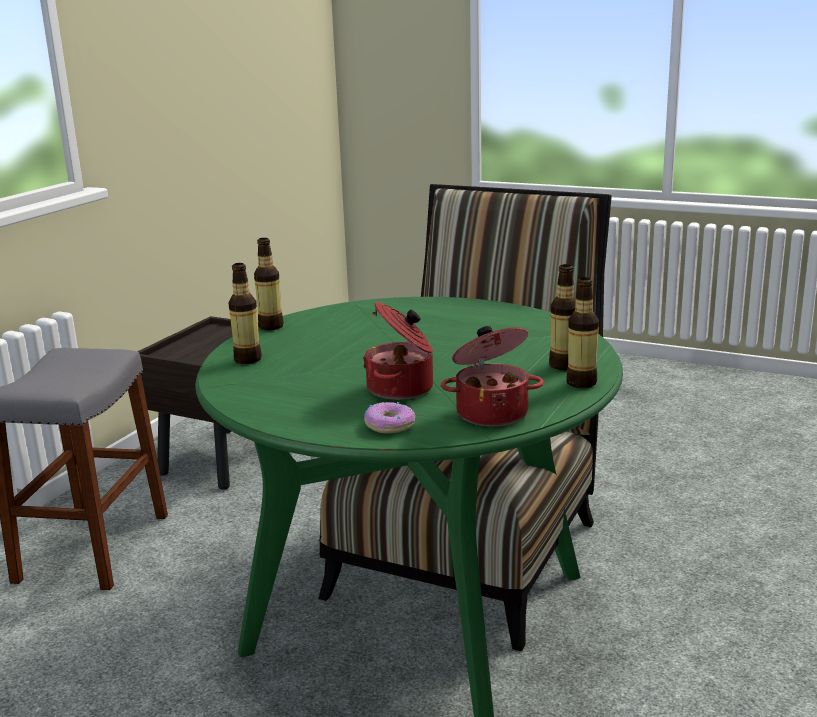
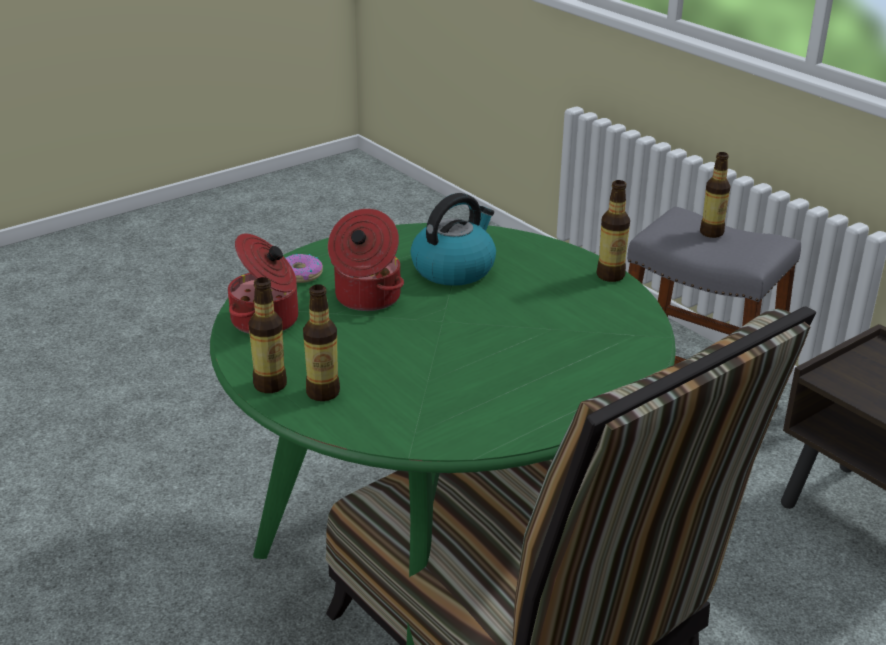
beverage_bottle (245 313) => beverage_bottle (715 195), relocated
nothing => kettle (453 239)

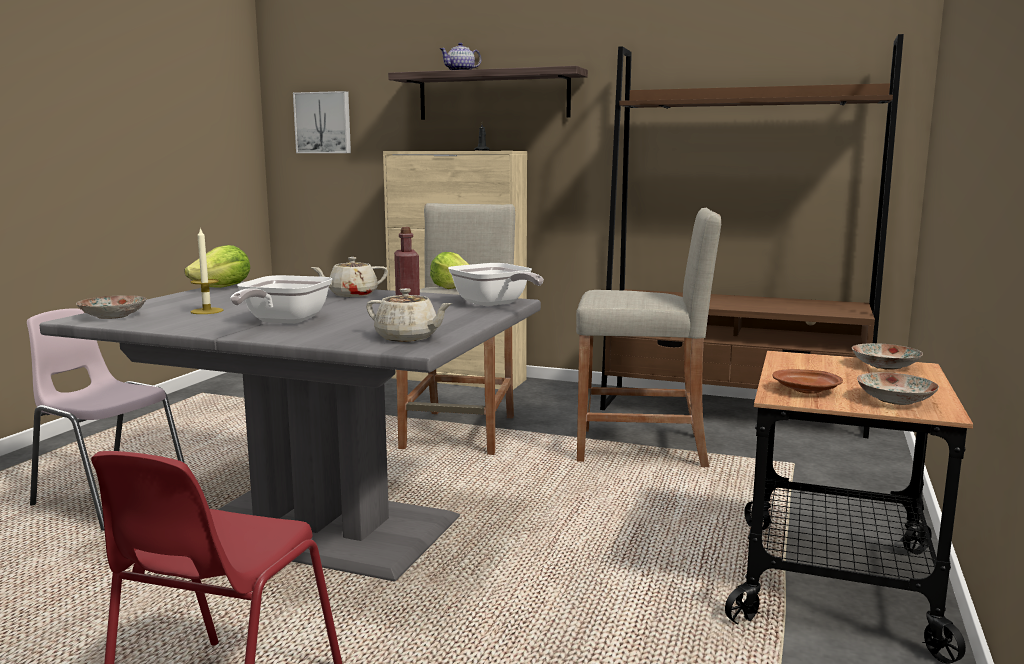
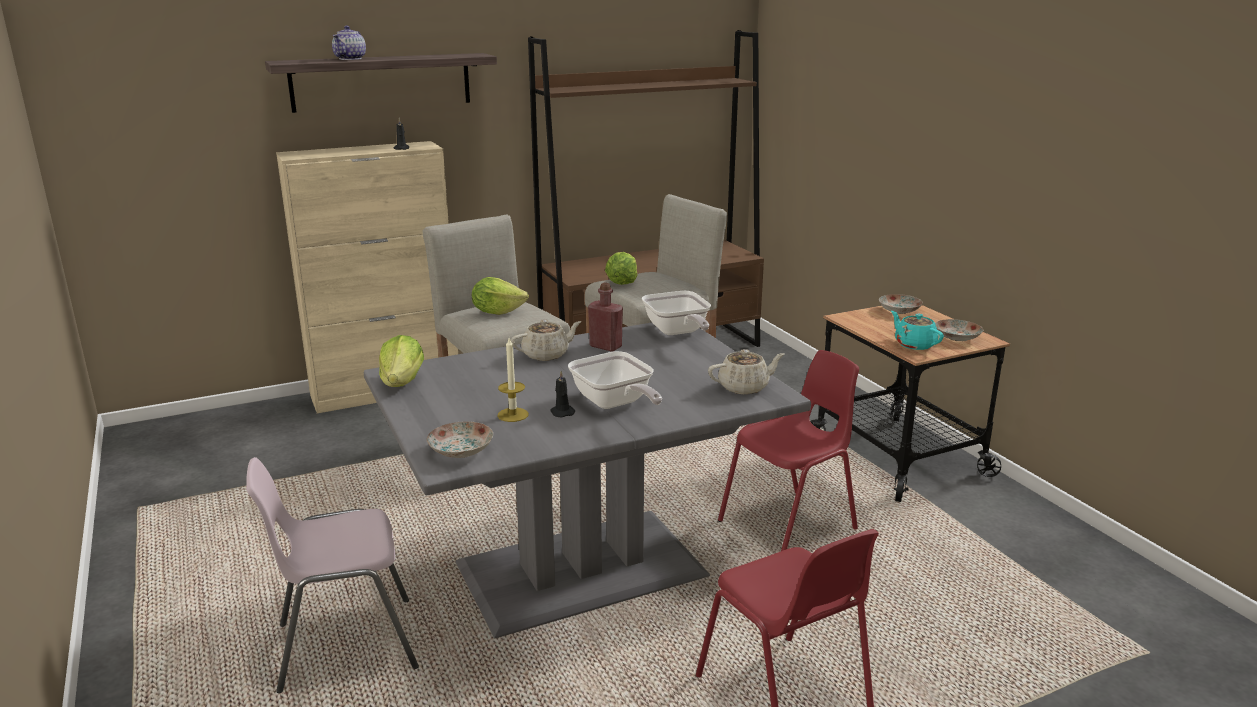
picture (322 122) => nothing
beige-coloured_pot_for_tea (349 277) => beige-coloured_pot_for_tea (546 340), 135 degrees counterclockwise
pan (496 284) => pan (676 313), 60 degrees clockwise
brownish_dinner_plate (807 381) => turquoise_pot_for_tea (917 330)
nothing => head_of_lettuce (621 268)
nothing => red_chair (788 450)
nothing => black-coloured_wax_light (563 394)

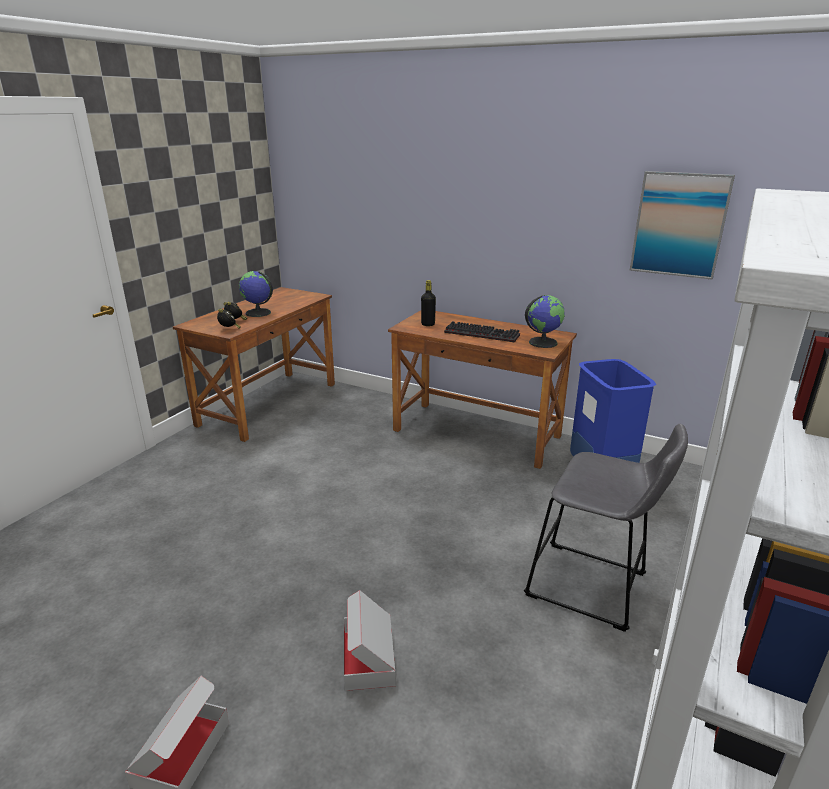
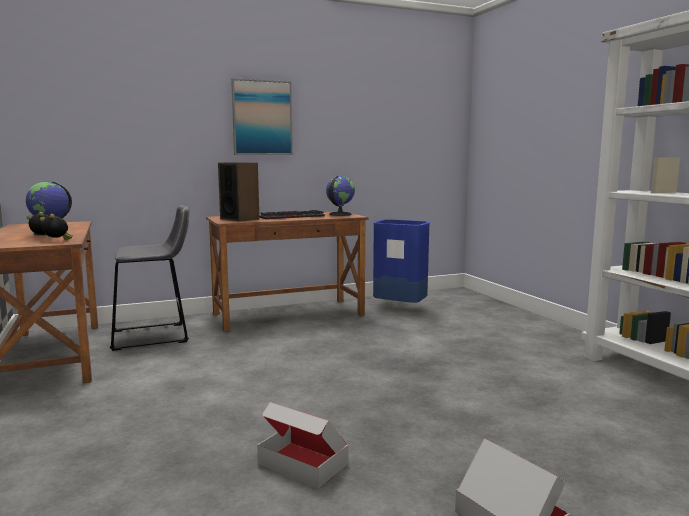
picture (682 225) => picture (262 116), relocated
black-coloured_beverage_bottle (428 303) => audio_speaker (238 192)
gray_stool_seat (606 528) => gray_stool_seat (149 278), relocated
packing_box (370 640) => packing_box (303 445), relocated

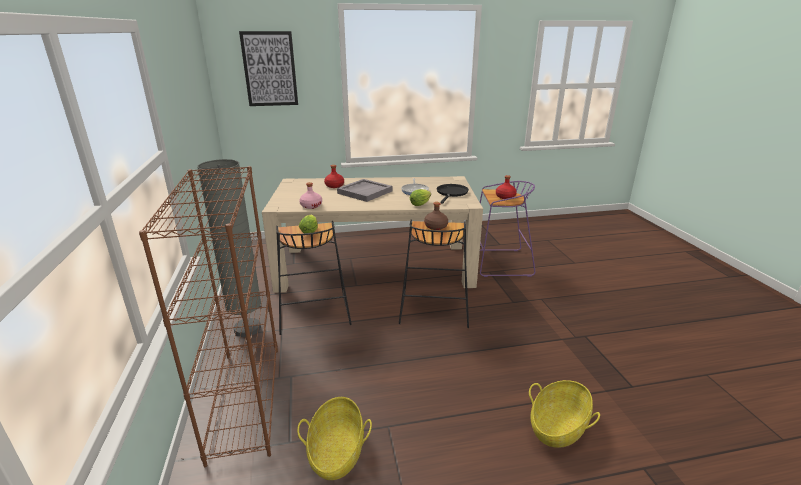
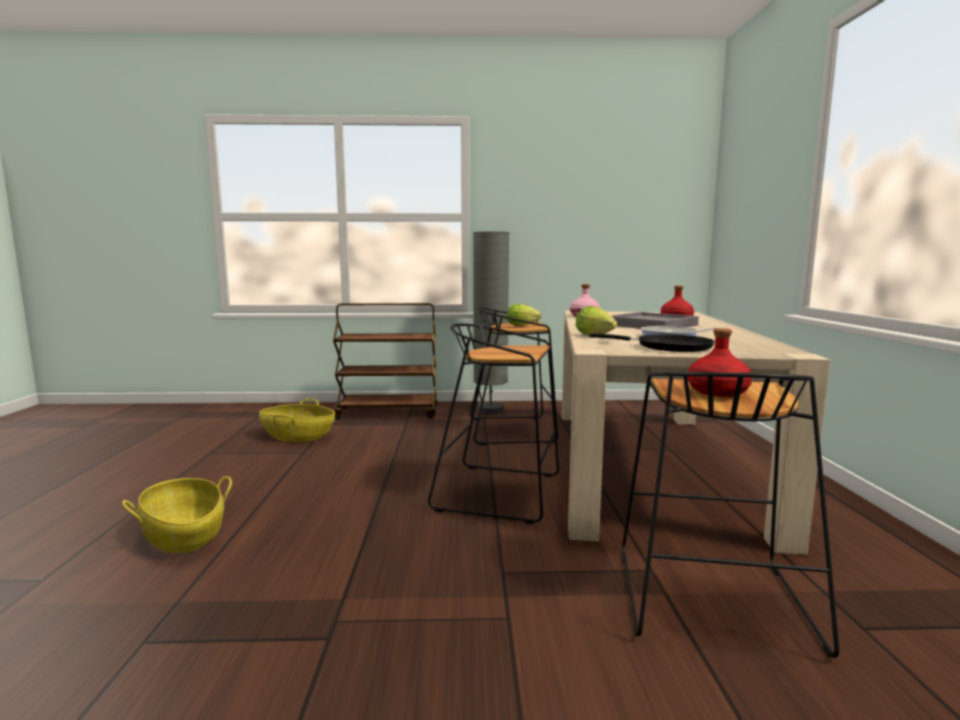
picture (268 68) => nothing
brownish_shelving_unit (208 316) => brownish_cart (385 361)
purple-coloured_stool_seat (508 229) => black-coloured_stool_seat (730 515)
brownish_beverage_bottle (436 216) => nothing

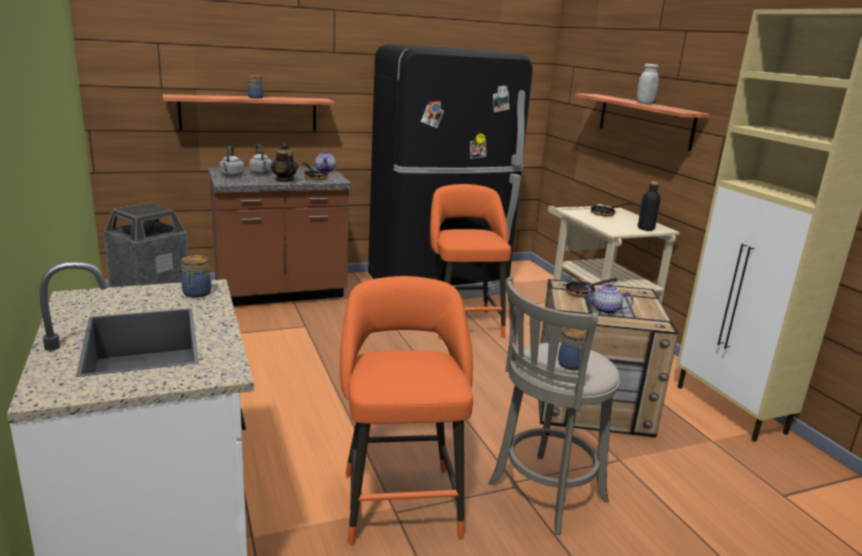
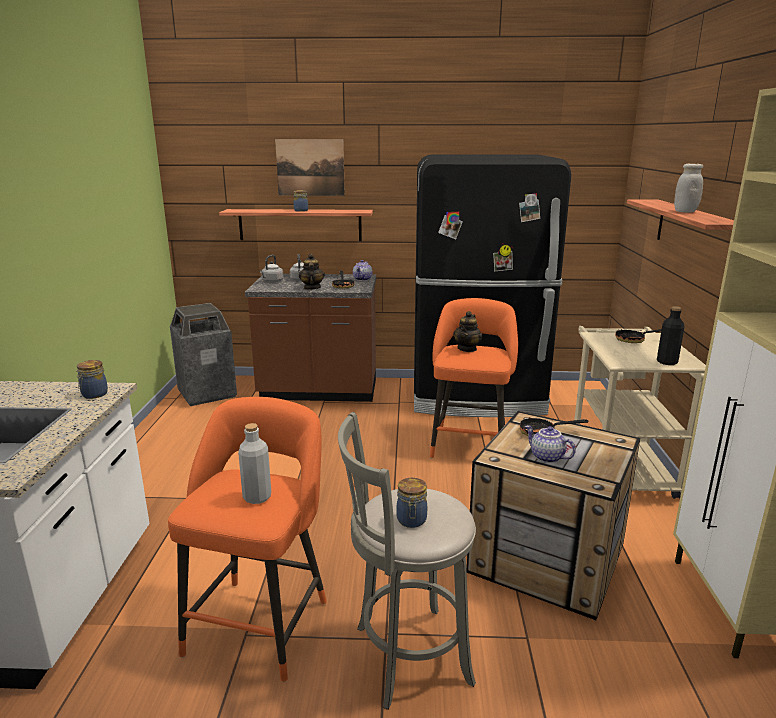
nothing => picture (310 167)
nothing => pot_for_tea (467 331)
nothing => gray_beverage_bottle (254 463)

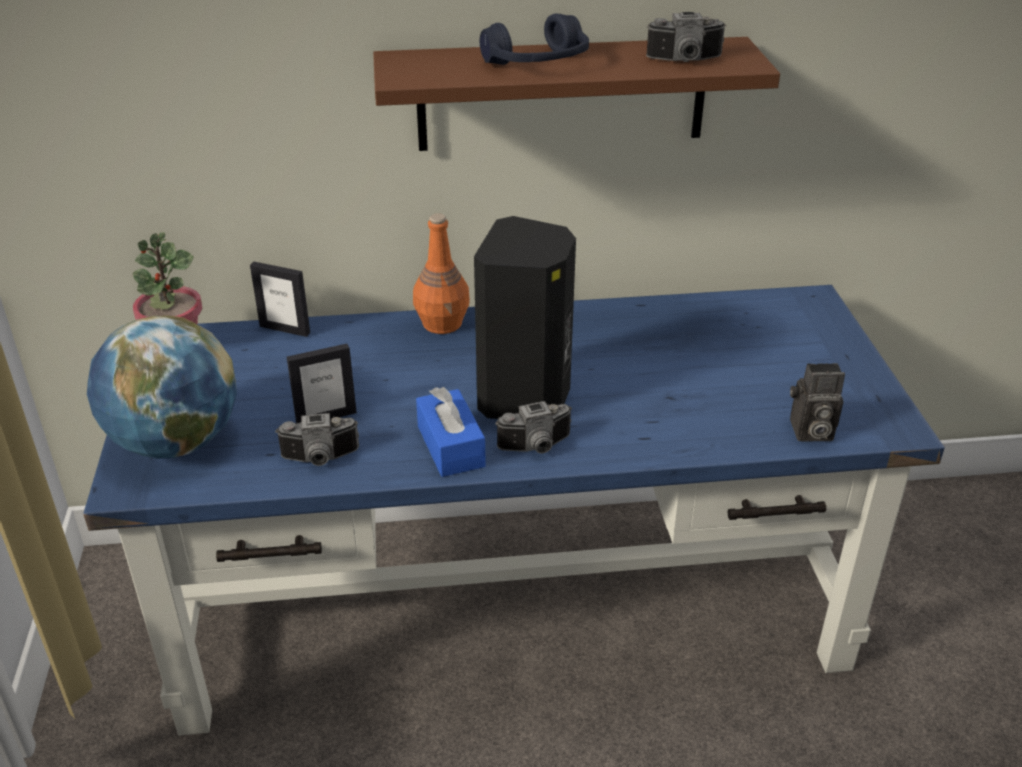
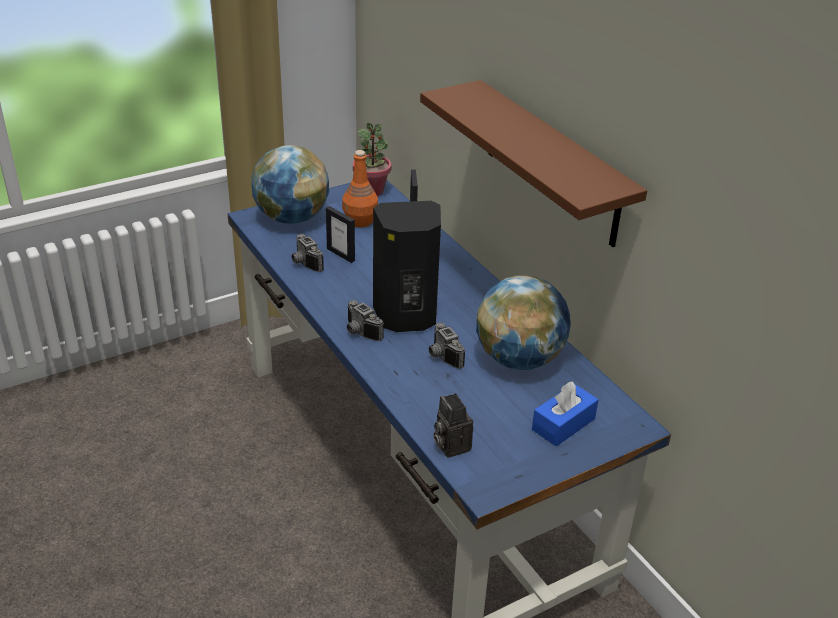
still_camera (686 37) => still_camera (447 346), relocated
blue-coloured_headset (534 39) => nothing
orangey_beverage_bottle (441 273) => orangey_beverage_bottle (360 188), relocated
blue-coloured_tissue_box (451 432) => blue-coloured_tissue_box (565 414), relocated
nothing => desk_globe (523 322)

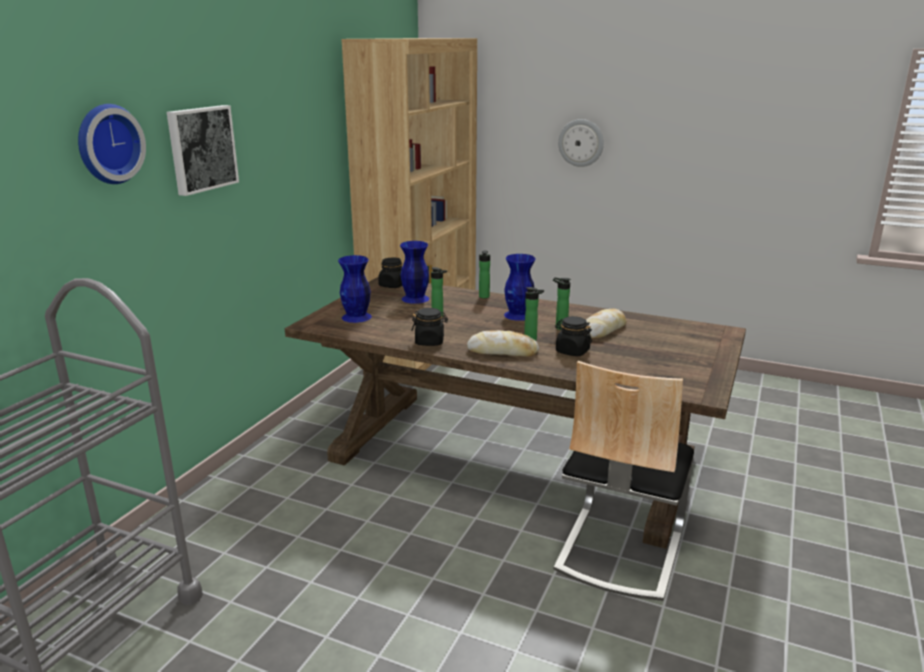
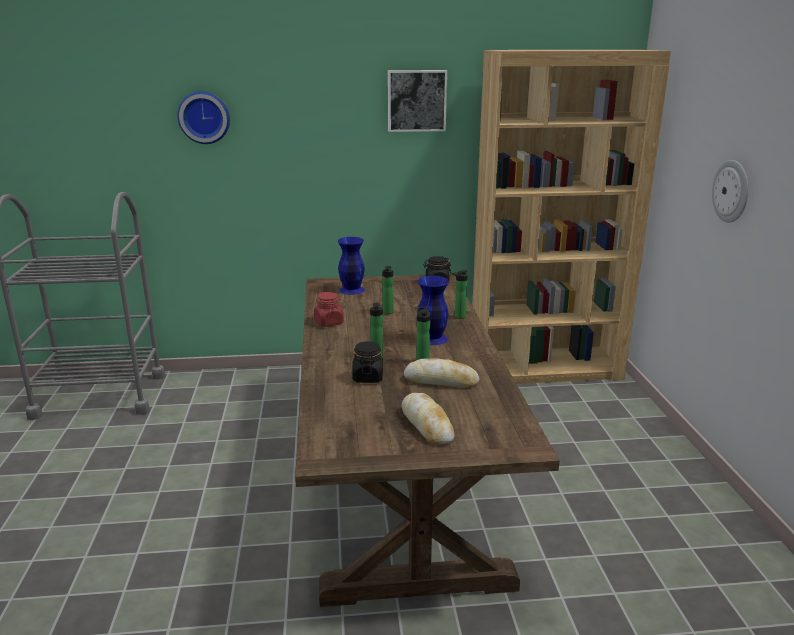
picture (203 150) => picture (417 101), relocated
blue-coloured_decorative_vase (414 272) => nothing
black-coloured_jar (429 327) => red_jar (329 309)
baked_bread (503 343) => baked_bread (428 419), relocated
chair (623 481) => nothing

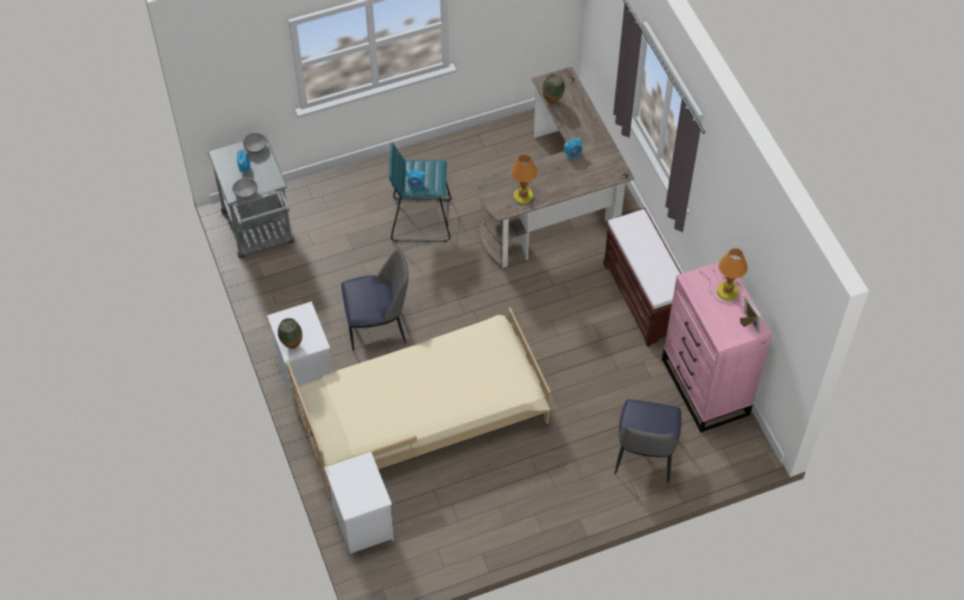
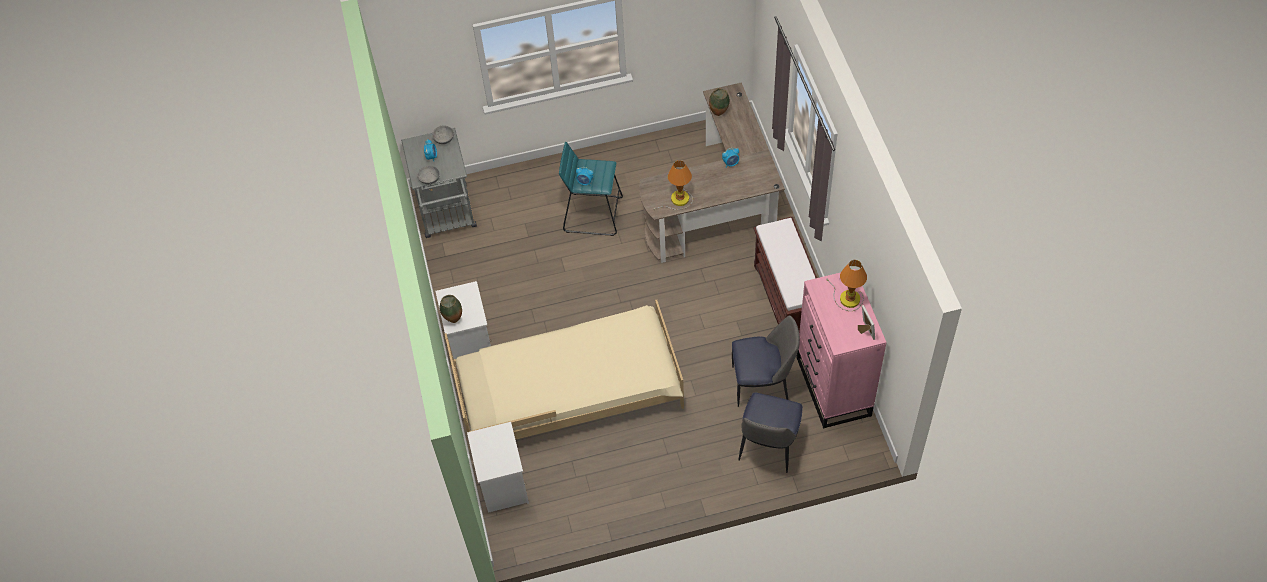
chair (375 300) => chair (766 361), relocated

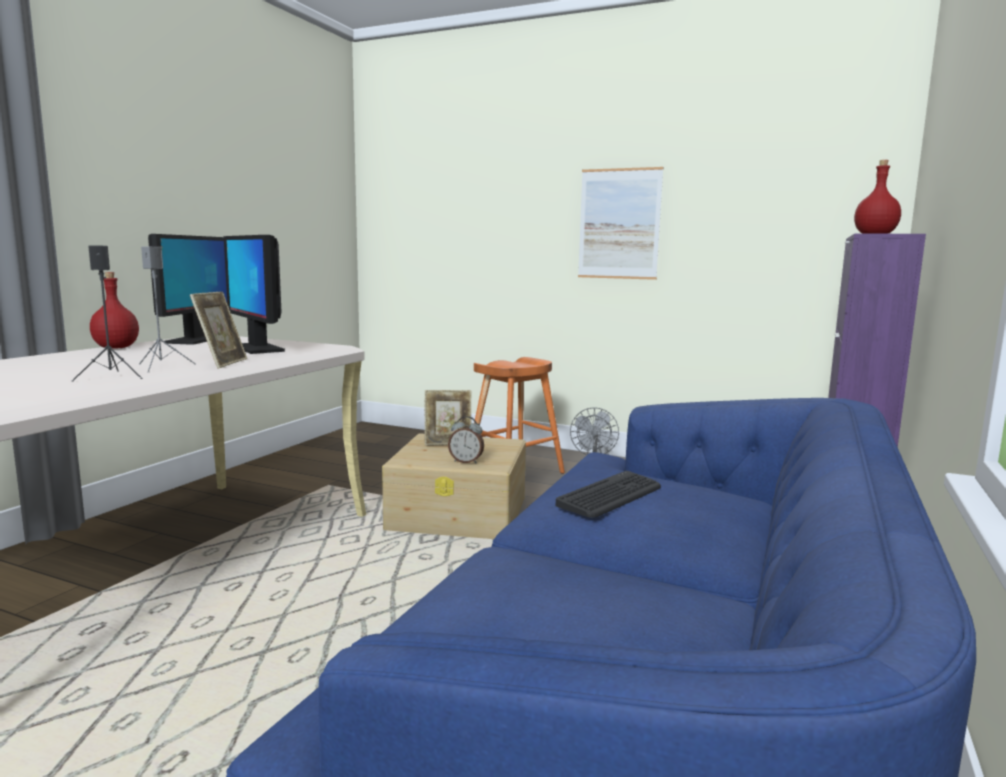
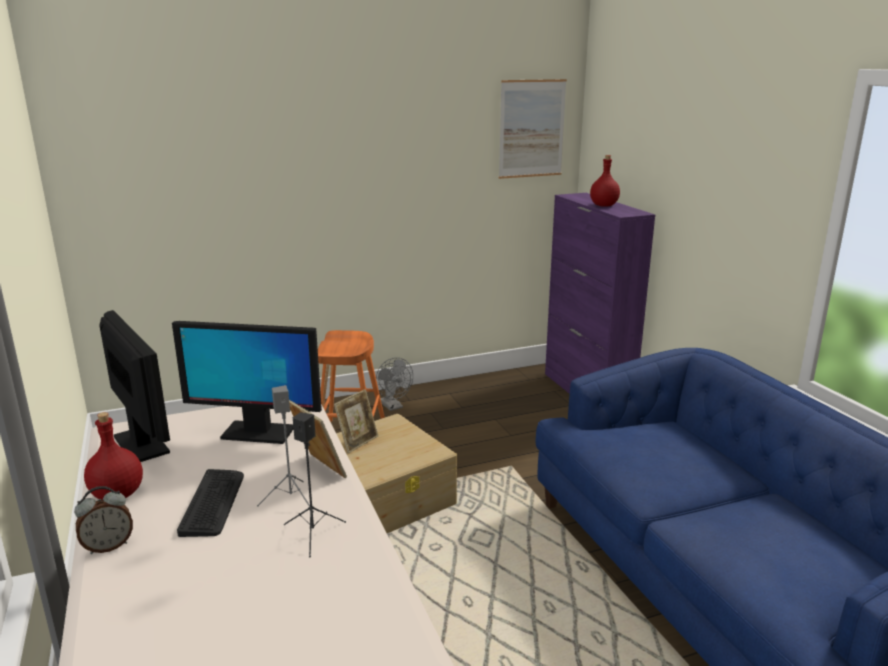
picture (620 223) => picture (533 129), relocated
table_clock (466 439) => table_clock (103 520), relocated
PC_keyboard (608 494) => PC_keyboard (210 503), relocated

